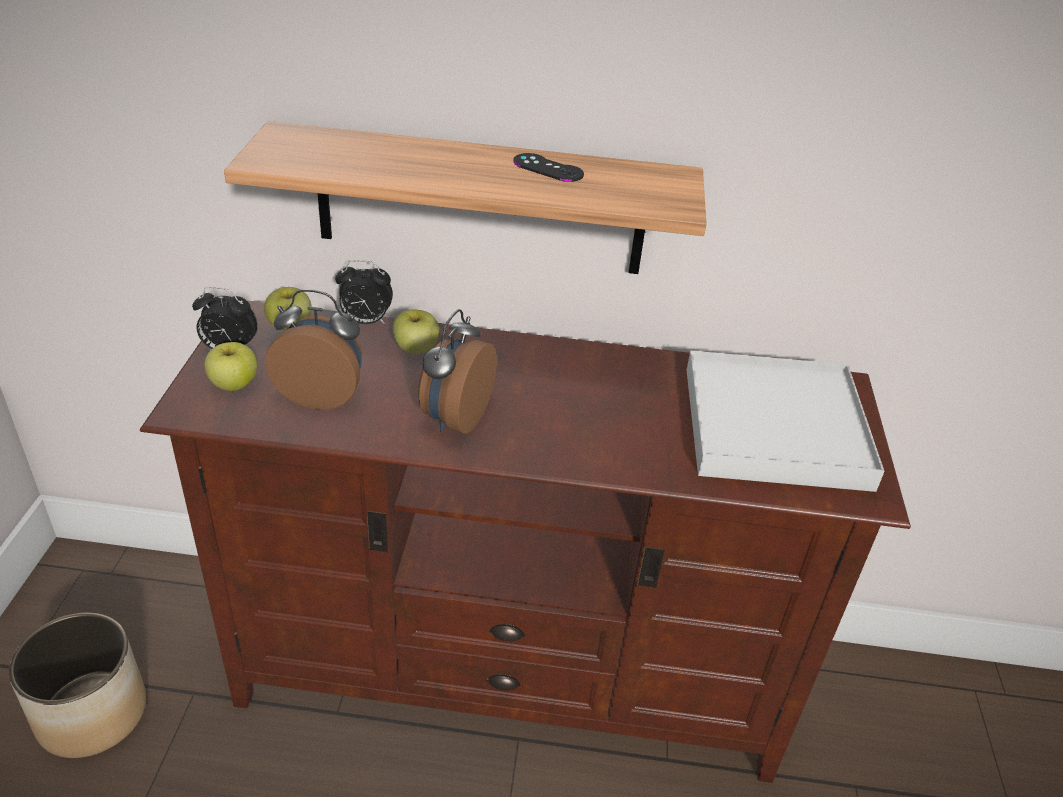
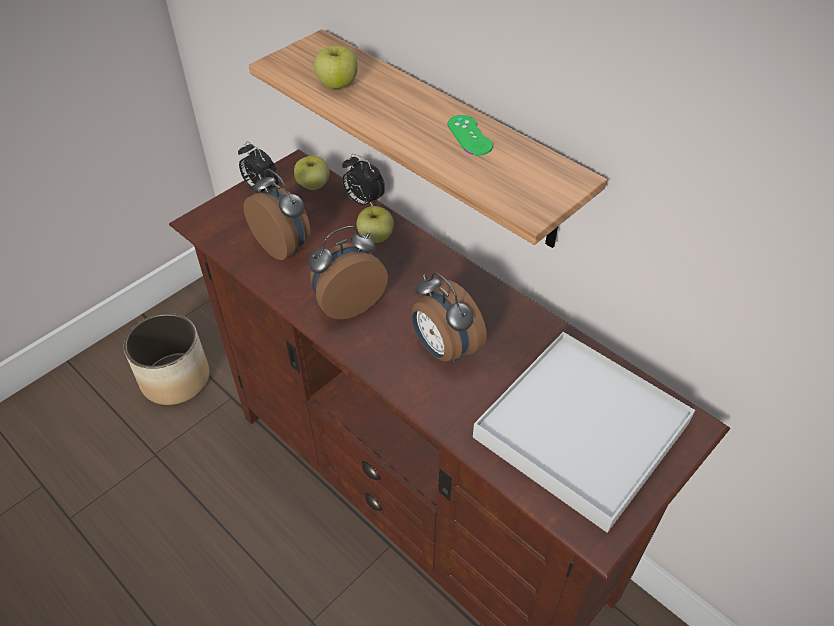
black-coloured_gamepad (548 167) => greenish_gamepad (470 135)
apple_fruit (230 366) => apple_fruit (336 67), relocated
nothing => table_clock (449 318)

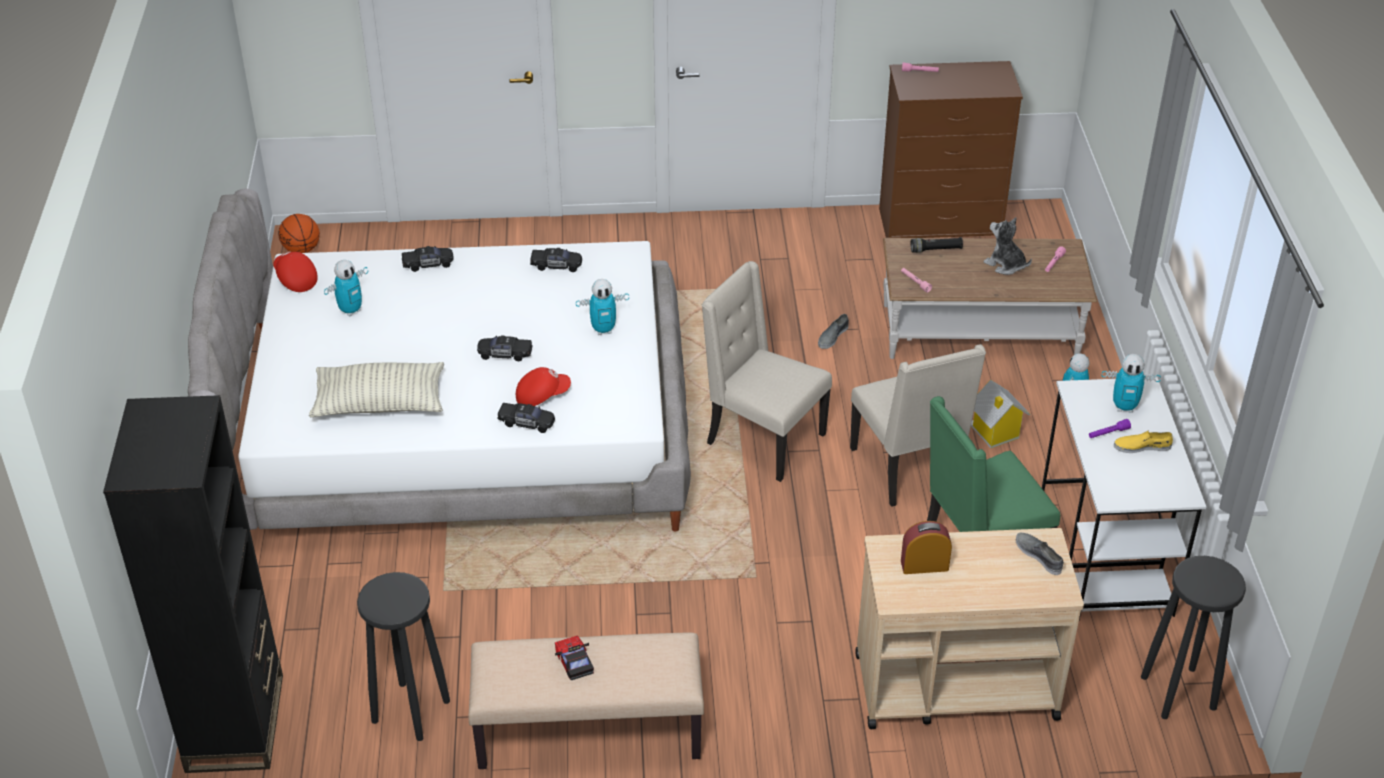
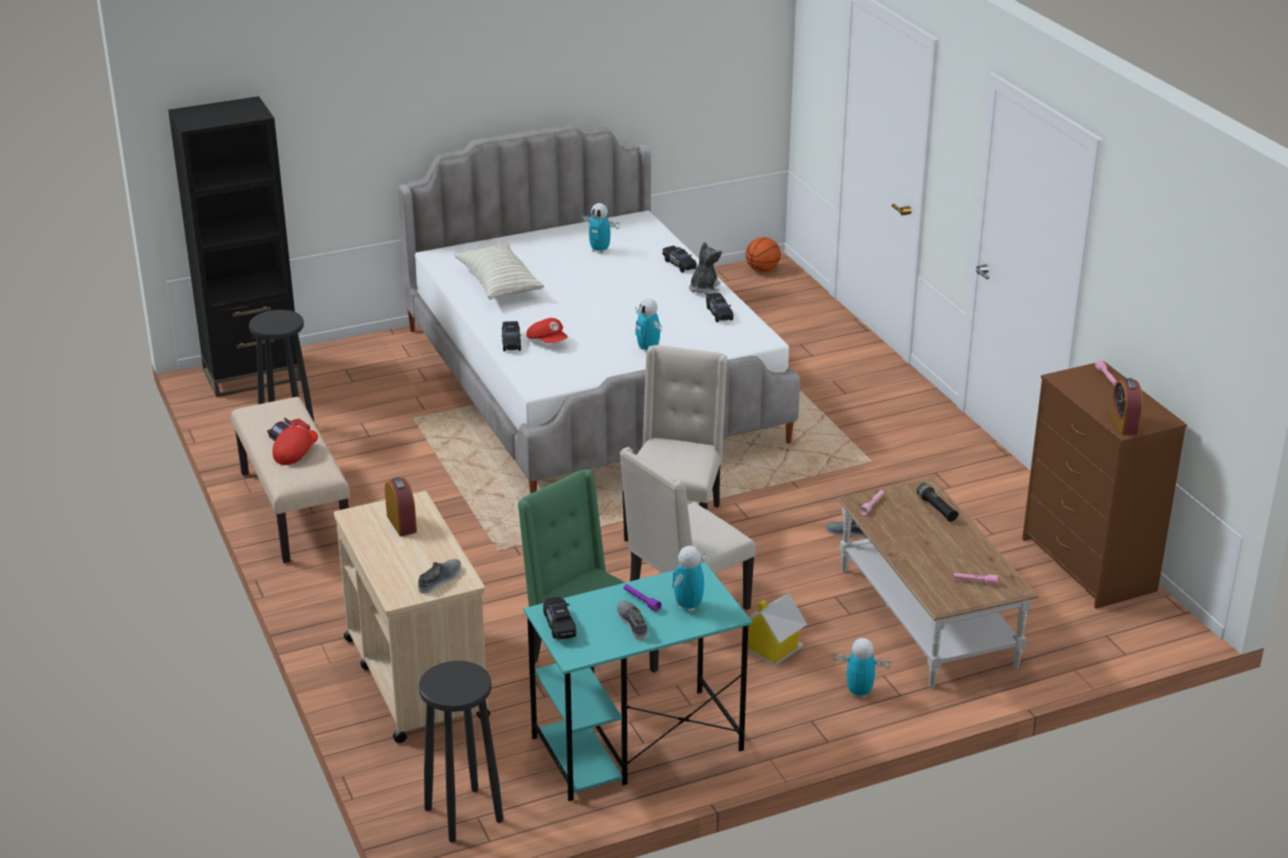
cuddly_toy (1008 246) => cuddly_toy (705 268), relocated
red_peaked_cap (295 271) => red_peaked_cap (295 445), relocated
black-coloured_model_car (505 348) => black-coloured_model_car (559 618), relocated
model_robot (1131 383) => model_robot (689 579), 45 degrees clockwise
whitish_desk_unit (1124 499) => turquoise_desk_unit (637 682)
yellow_item_of_footwear (1143 442) => gray_item_of_footwear (632 620)
nothing => table_clock (1127 406)

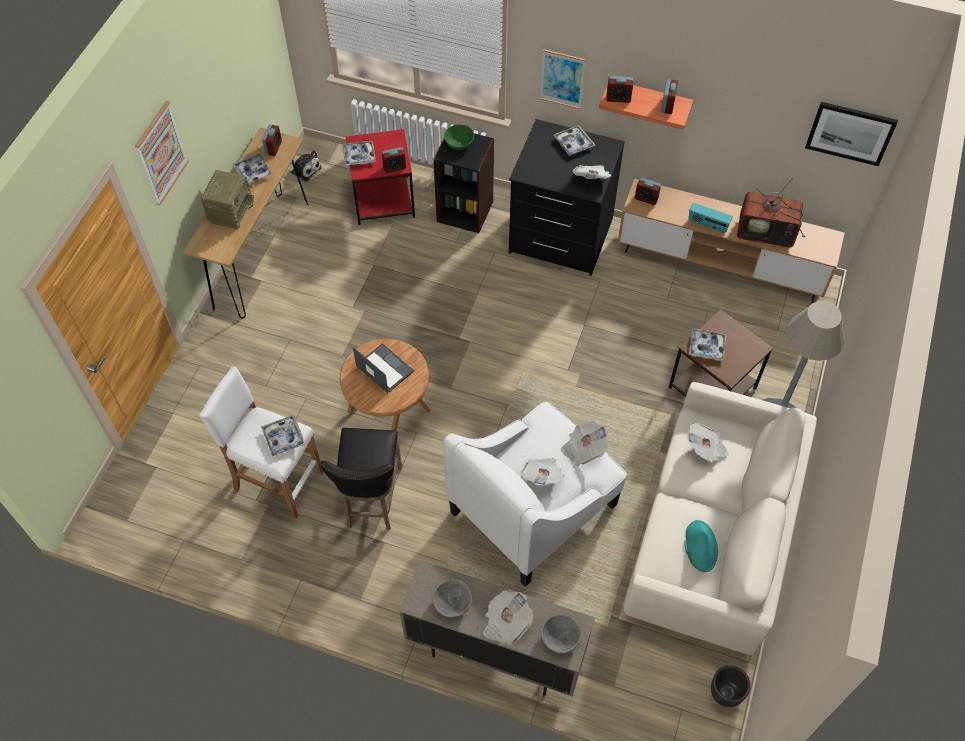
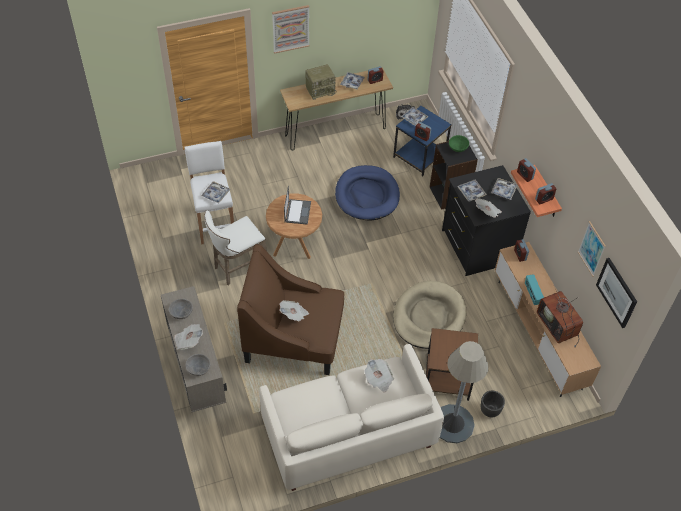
picture (563 79) => picture (592 249), relocated
red_side_table (380 177) => blue-coloured_side_table (422 141)
carrying_tray (708 344) => carrying_tray (472 191), relocated
whitish_armchair (535 494) => brownish_armchair (290 309)
printed_paper (584 443) => nothing
black-coloured_stool_seat (361 479) => whitish_stool_seat (235 248)
turquoise_clothing_hat (701 546) => nothing
black-coloured_flower_pot (731 686) => black-coloured_flower_pot (493 404), relocated
nothing => blue-coloured_pet_bed (367 193)
nothing => beige-coloured_pet_bed (430 315)

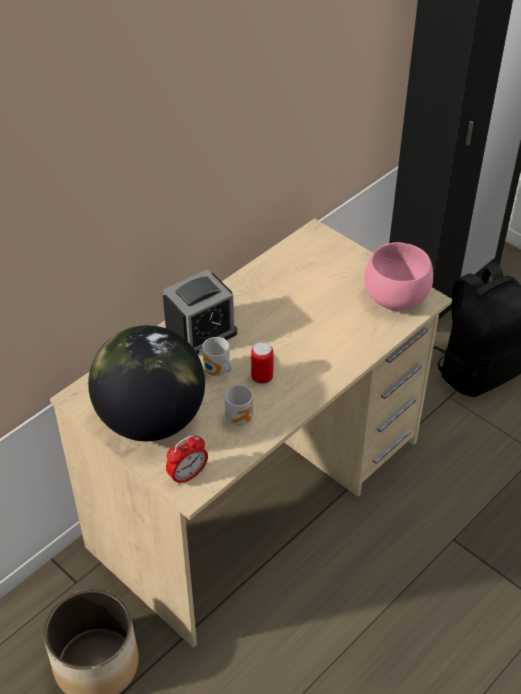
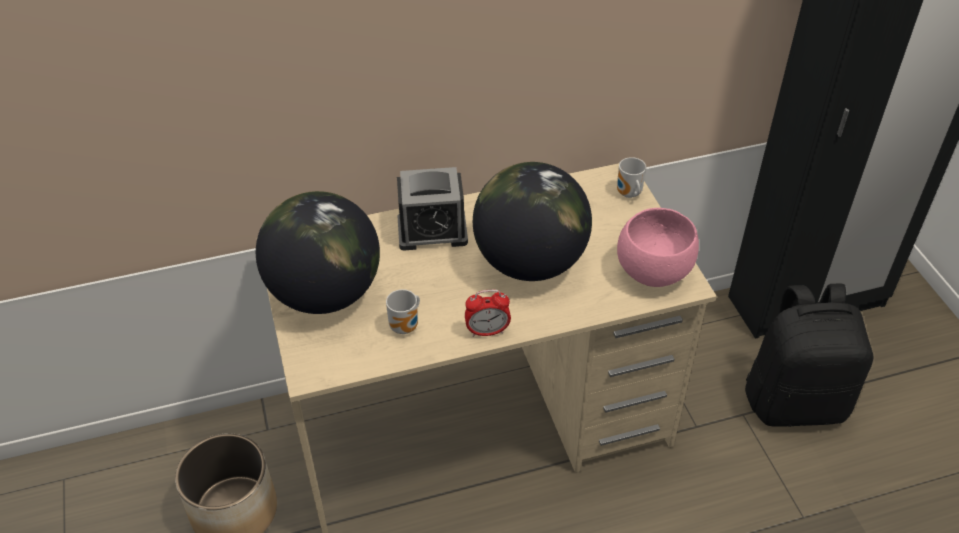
tea_mug (217 356) => tea_mug (631 177), relocated
can (262 363) => nothing
table_clock (187 460) => table_clock (488 313), relocated
nothing => desk_globe (532 221)

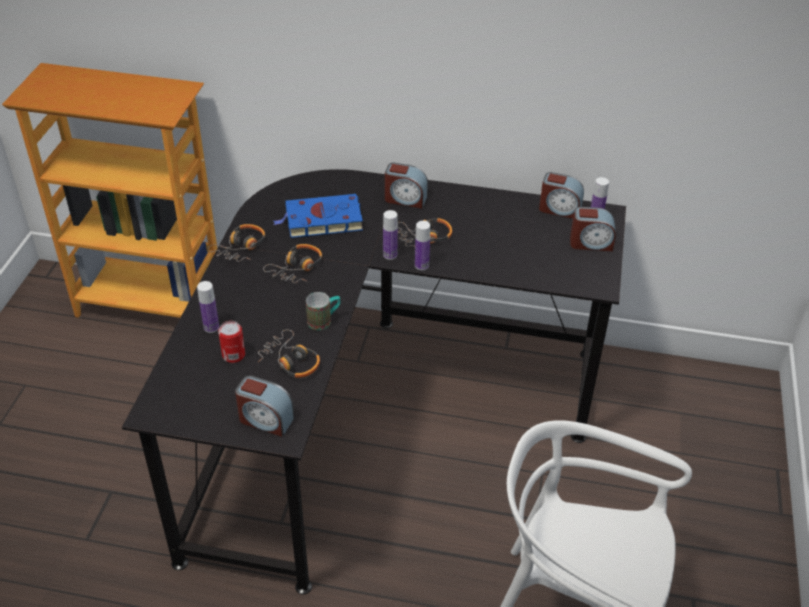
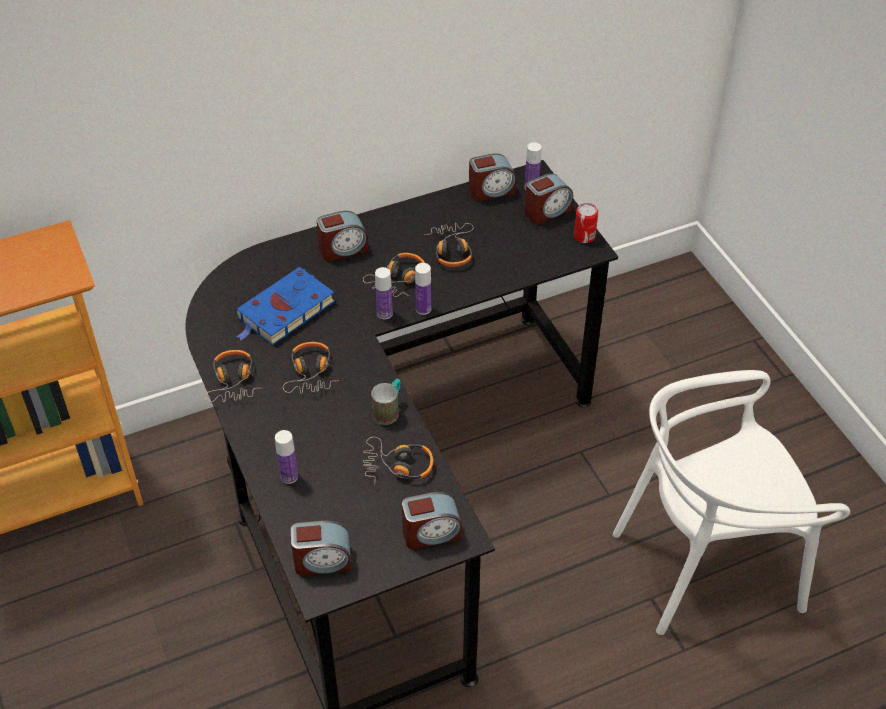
can (231 342) => can (586 223), relocated
nothing => headset (449 245)
nothing => table_clock (320 548)

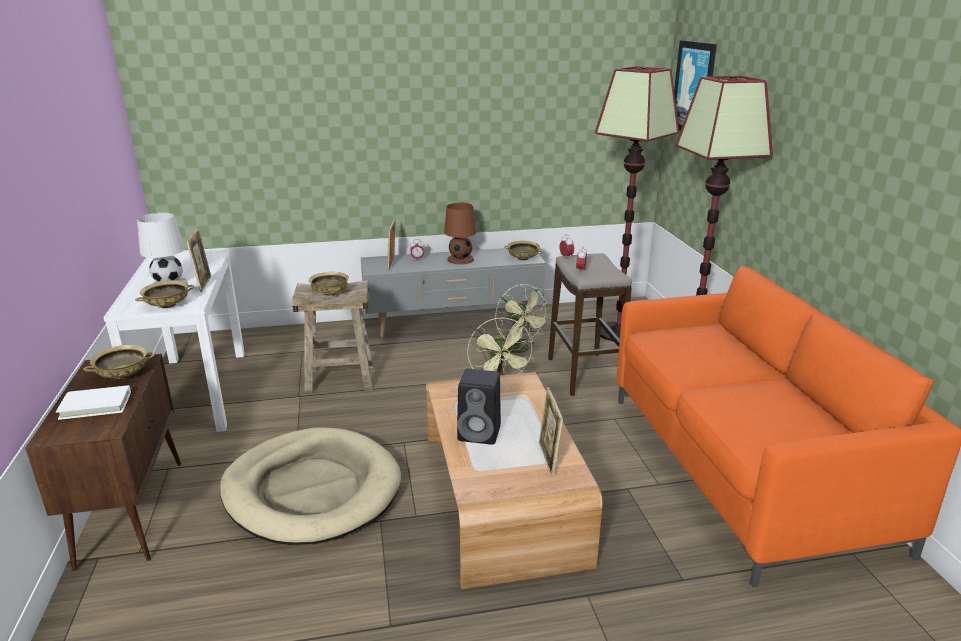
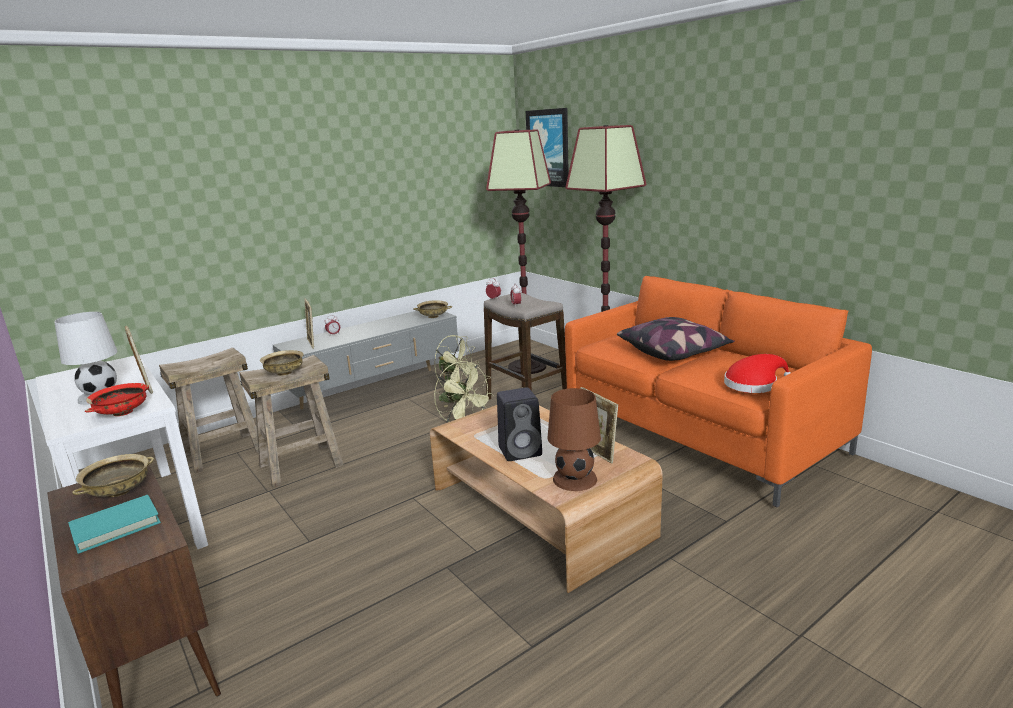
brownish_tabletop_lamp (460 233) => brownish_tabletop_lamp (574 439), relocated
beige-coloured_deep_dish (164 294) => red_deep_dish (117 399)
whitish_volume (93 402) => turquoise_volume (114 524)
beige-coloured_pet_bed (310 486) => nothing
nothing => throw_pillow (676 339)
nothing => beige-coloured_stool_seat (208 411)
nothing => red_clothing_hat (757 373)

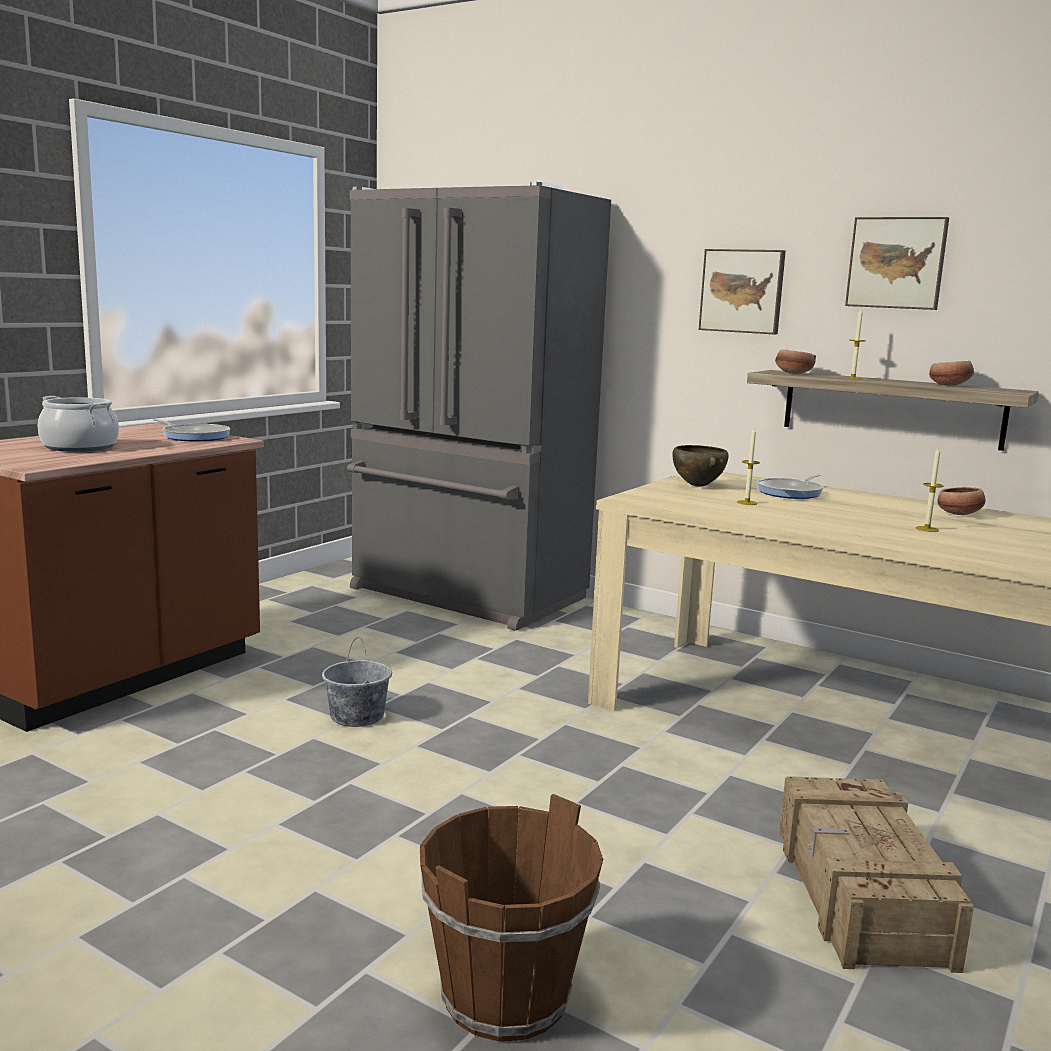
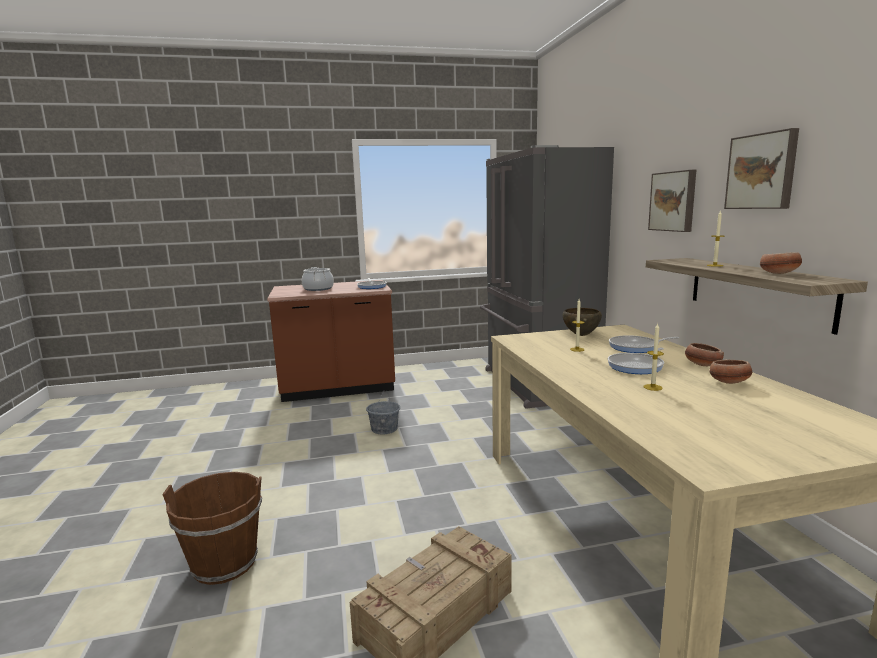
deep_dish (795 361) => deep_dish (704 354), relocated
nothing => pan (636 361)

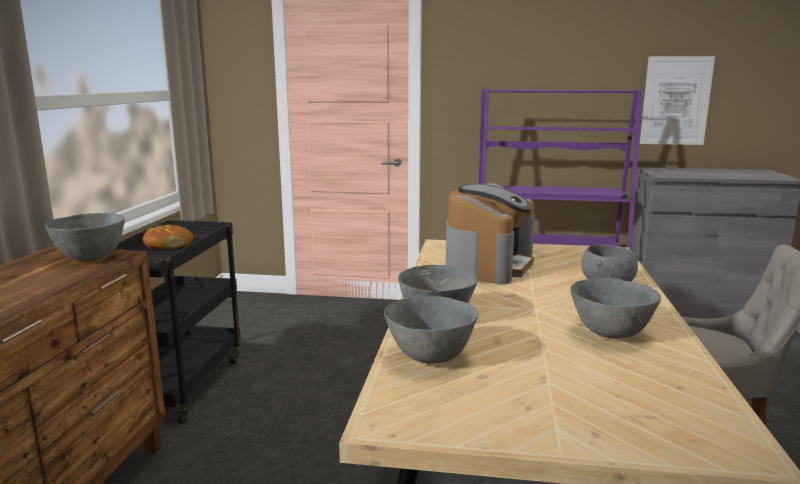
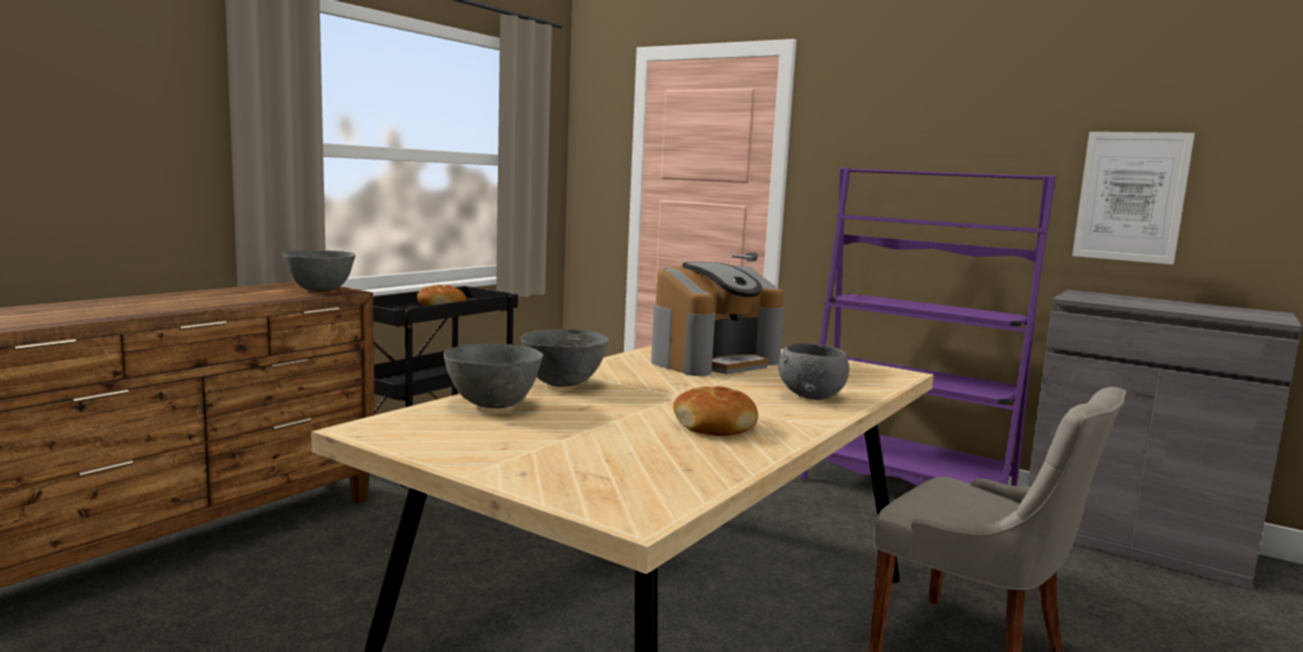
gray_deep_dish (615 308) => baked_bread (715 411)

